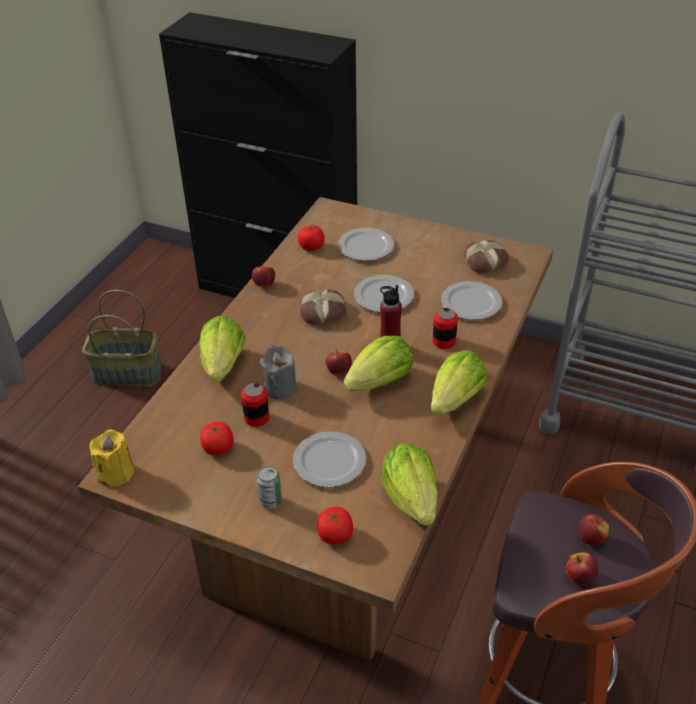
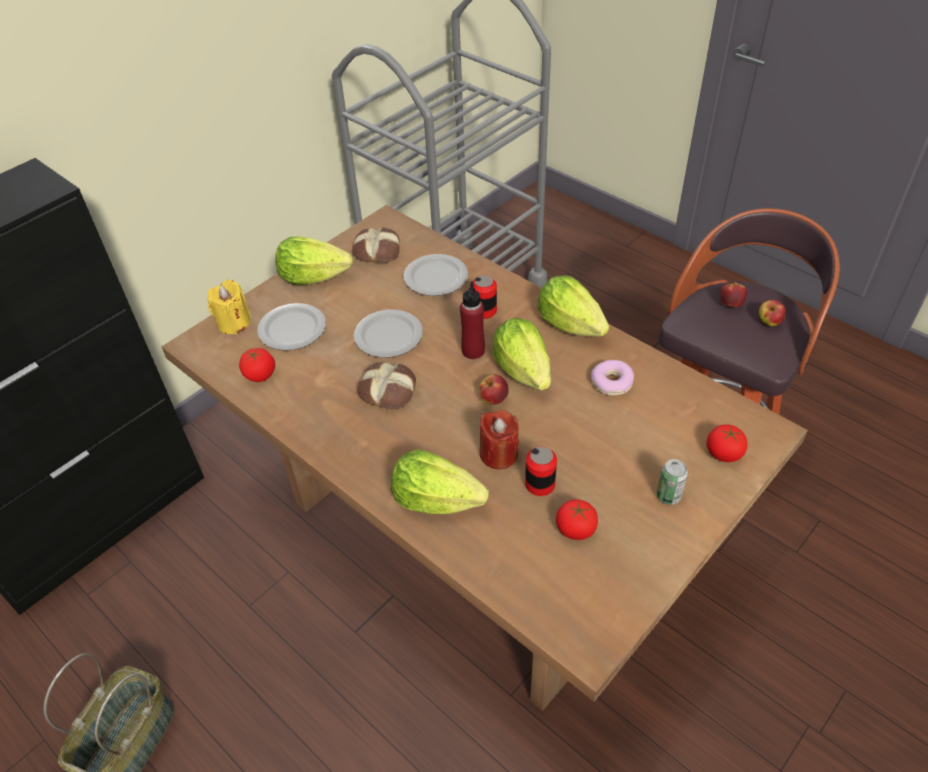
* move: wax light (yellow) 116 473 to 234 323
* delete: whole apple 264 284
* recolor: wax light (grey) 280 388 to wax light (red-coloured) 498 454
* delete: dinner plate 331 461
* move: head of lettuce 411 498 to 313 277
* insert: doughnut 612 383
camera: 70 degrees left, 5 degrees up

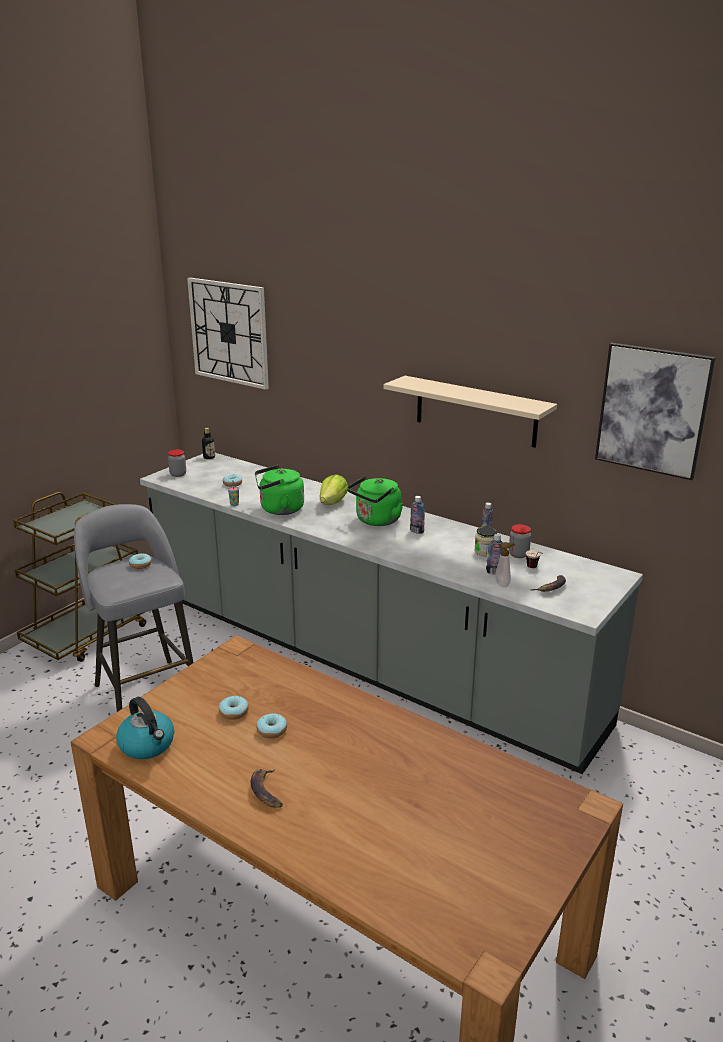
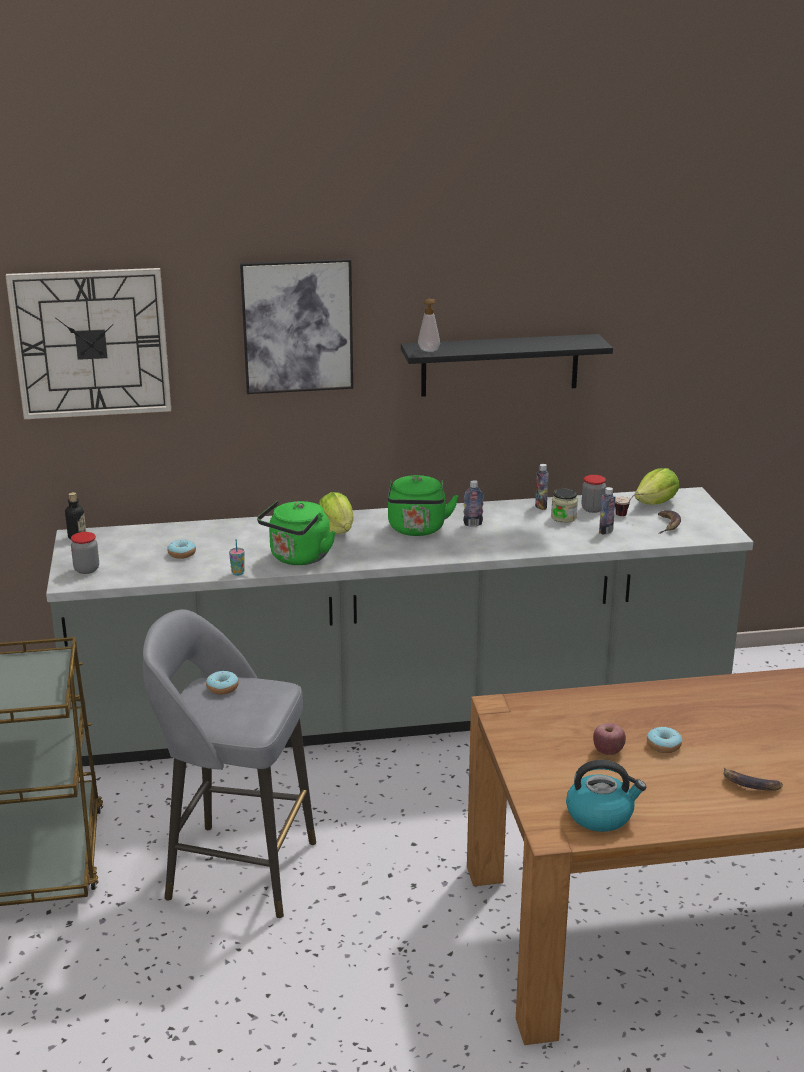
* replace: doughnut 234 712 to whole apple 608 751
* recolor: shelf (beige) 475 411 to shelf (black) 499 365
* move: liquid soap bottle 503 584 to 429 350
* move: wall picture 652 410 to 297 326
* insert: head of lettuce 656 503
camera: 45 degrees left, 0 degrees up

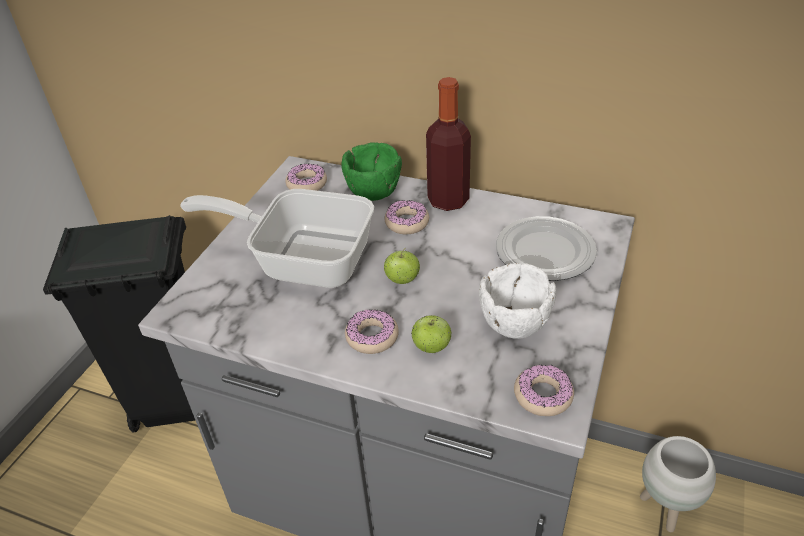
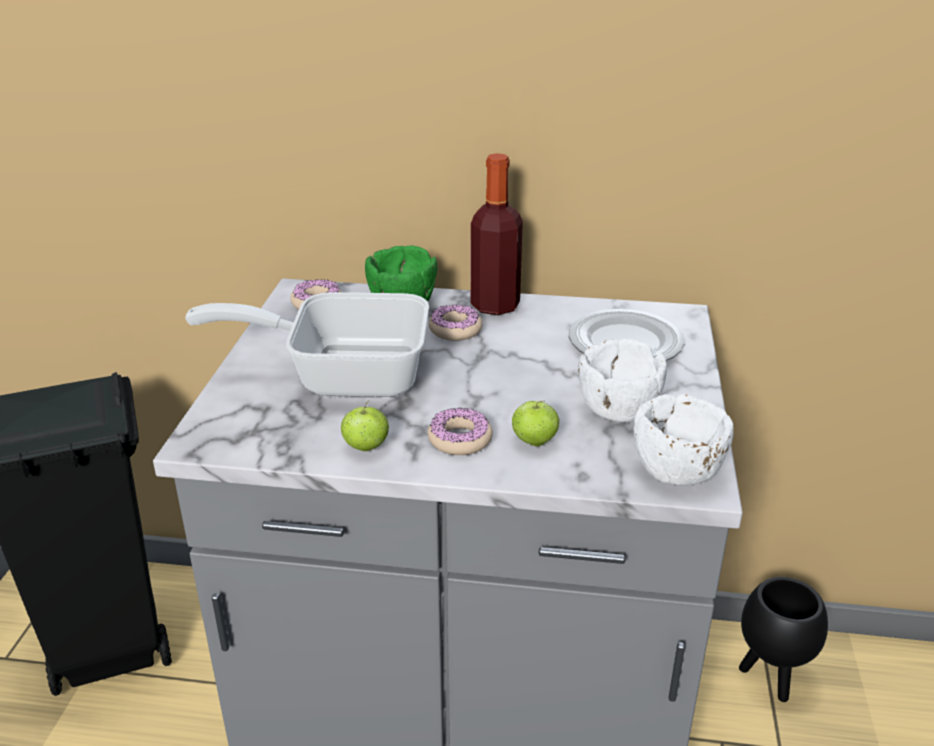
* move: whole apple 402 280 to 366 447
* replace: doughnut 543 395 to deep dish (white) 678 471
* recolor: plant pot (white) 664 509 to plant pot (black) 770 678
camera: 15 degrees left, 10 degrees down

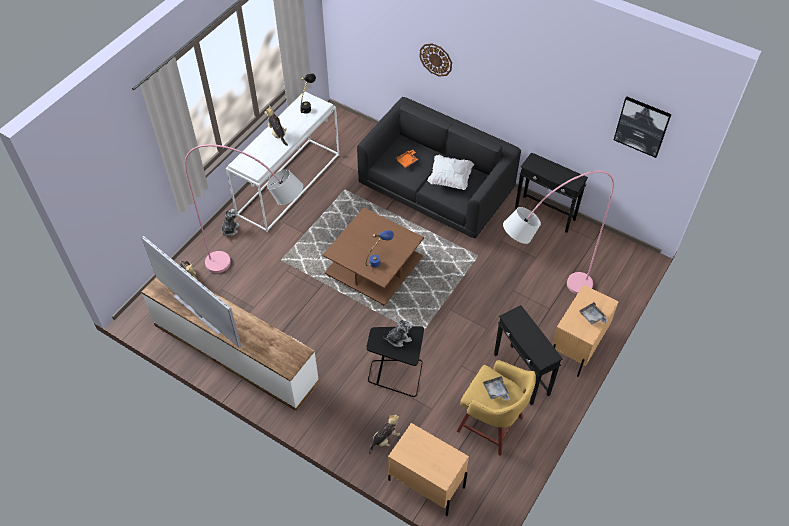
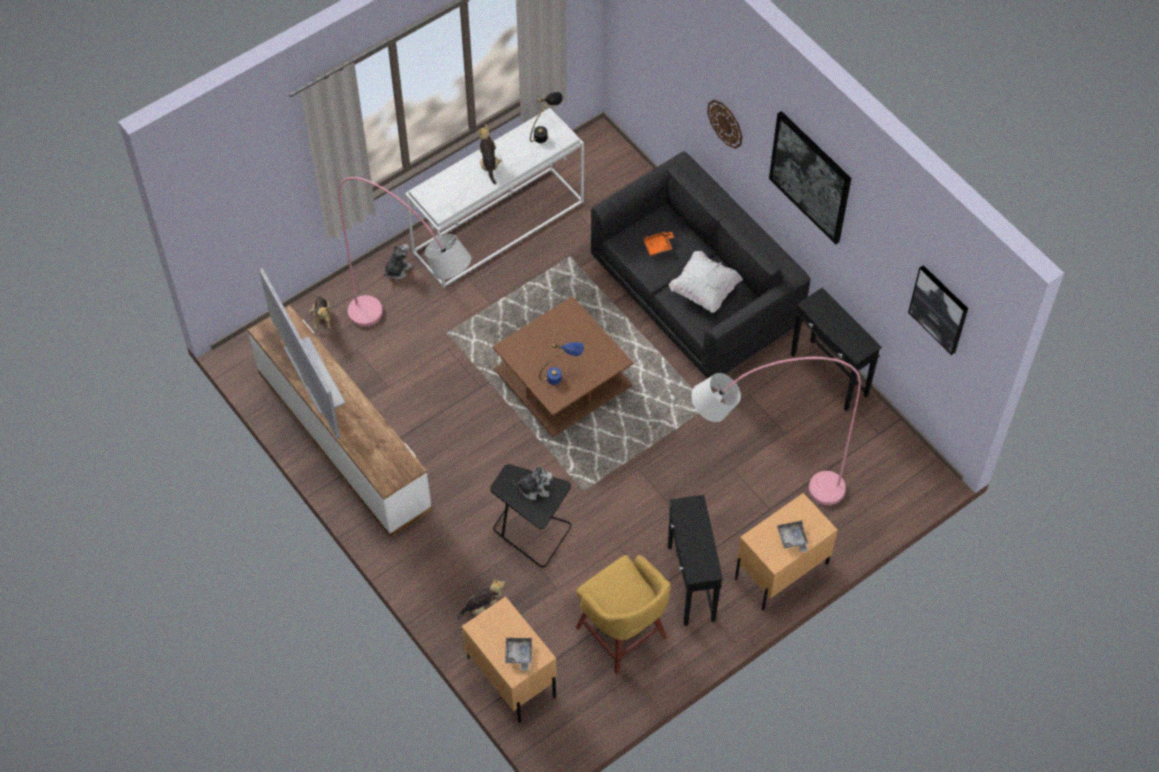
* move: tray (grey) 496 391 to 519 655
* insert: wall picture 810 177
camera: 20 degrees right, 5 degrees up

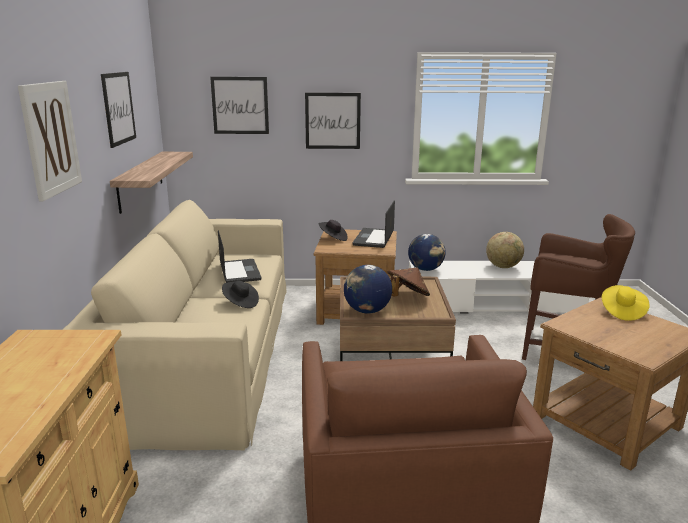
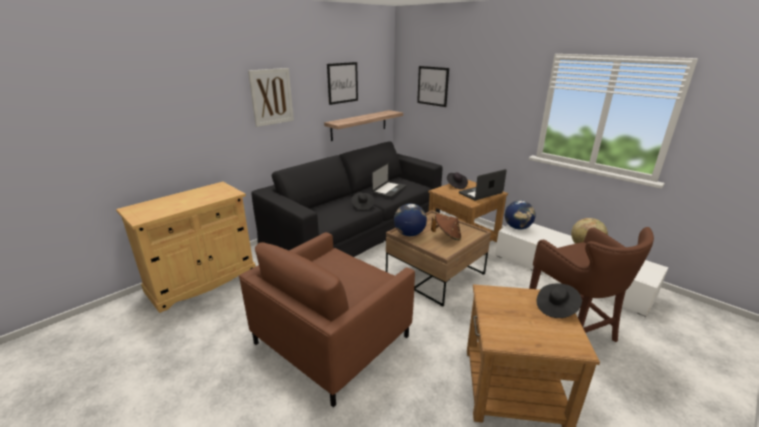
* recolor: settee (beige) 205 350 to settee (black) 356 227
* delete: wall picture 332 121
* recolor: clothing hat (yellow) 622 312 to clothing hat (black) 556 308
camera: 45 degrees right, 5 degrees up

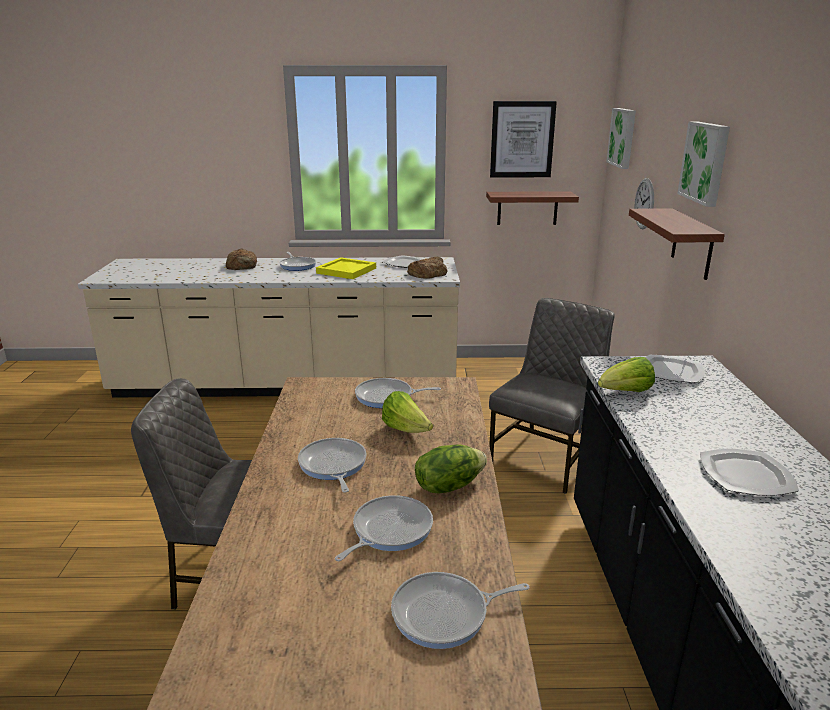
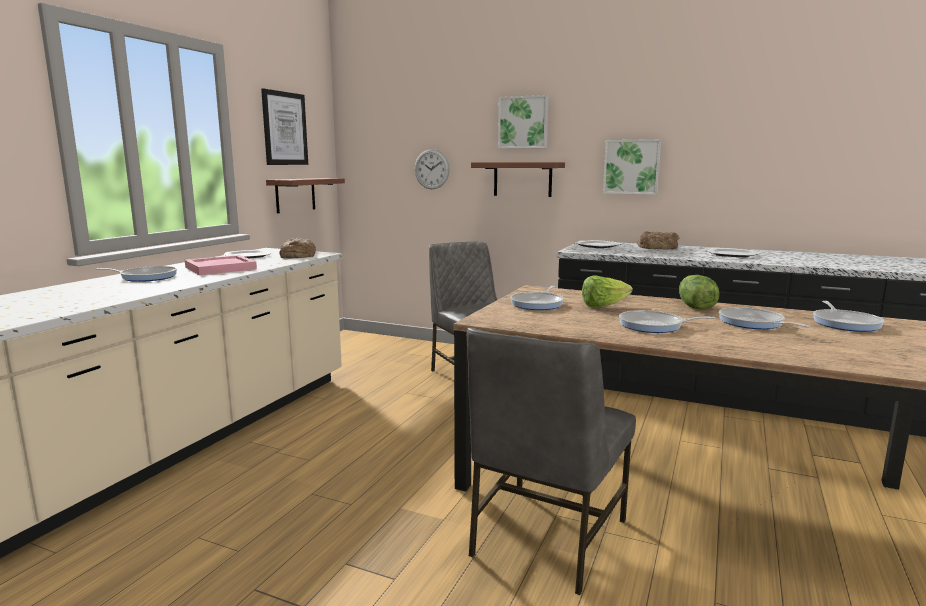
* move: baked bread 242 265 to 658 247
* recolor: tray (yellow) 346 271 to tray (pinkish) 222 268
* delete: head of lettuce 625 393
* move: wall picture 623 137 to 631 167
camera: 65 degrees left, 10 degrees down

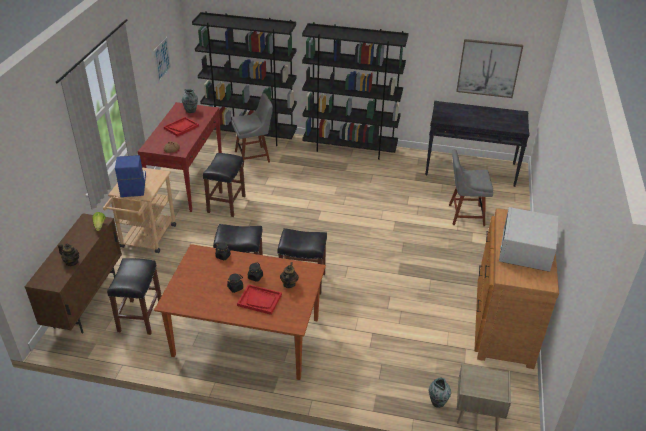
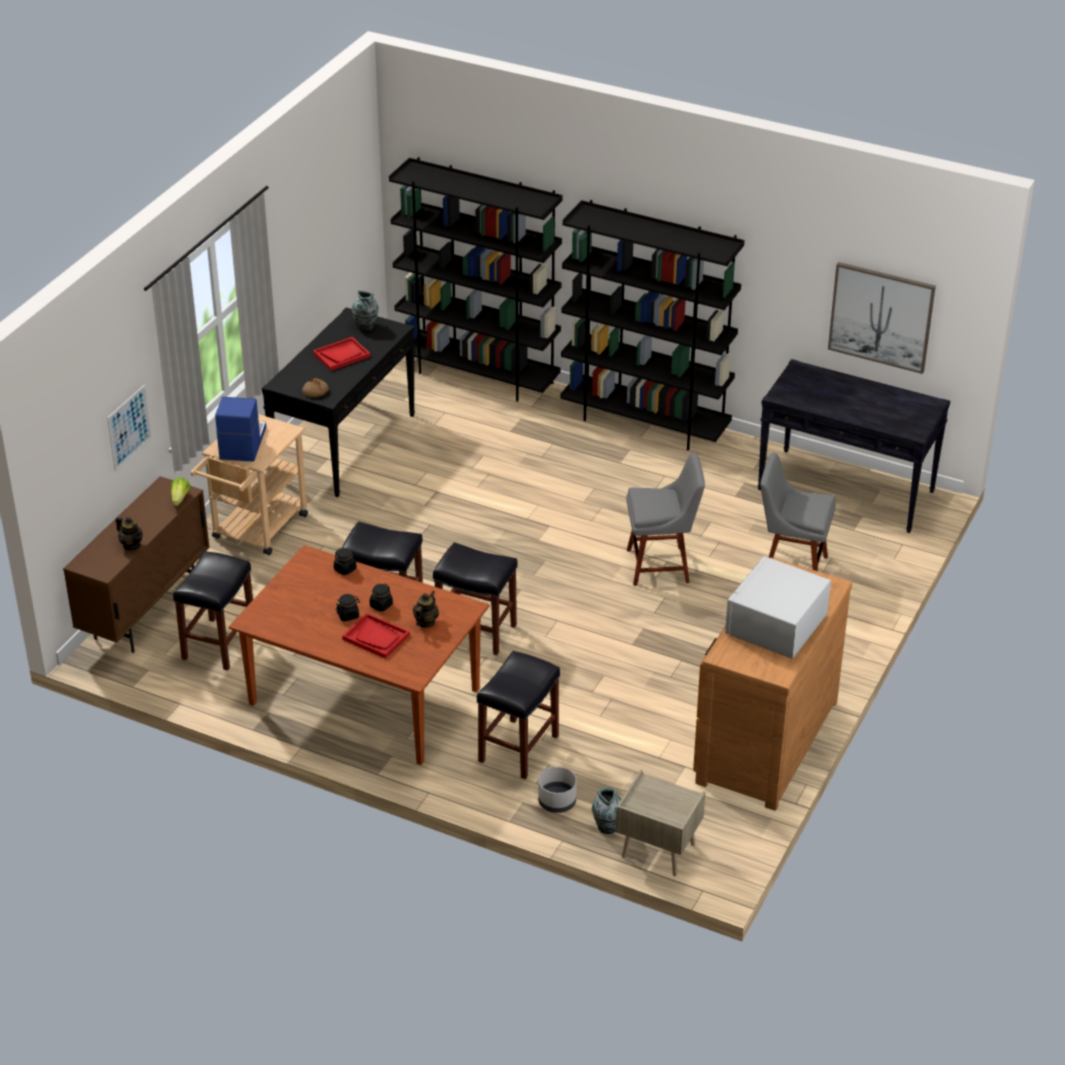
* recolor: console table (red-coloured) 187 182 to console table (black) 345 445
* move: wall picture 162 59 to 129 427
* move: sitting stool (black) 226 204 to 518 749
* move: plain chair (grey) 254 156 to 662 565
* insert: plant pot (grey) 557 802
camera: 15 degrees right, 0 degrees up

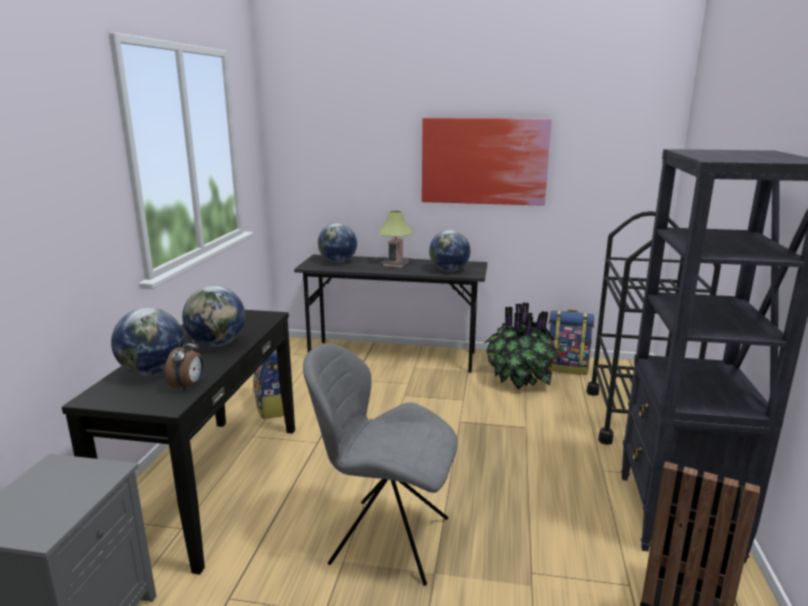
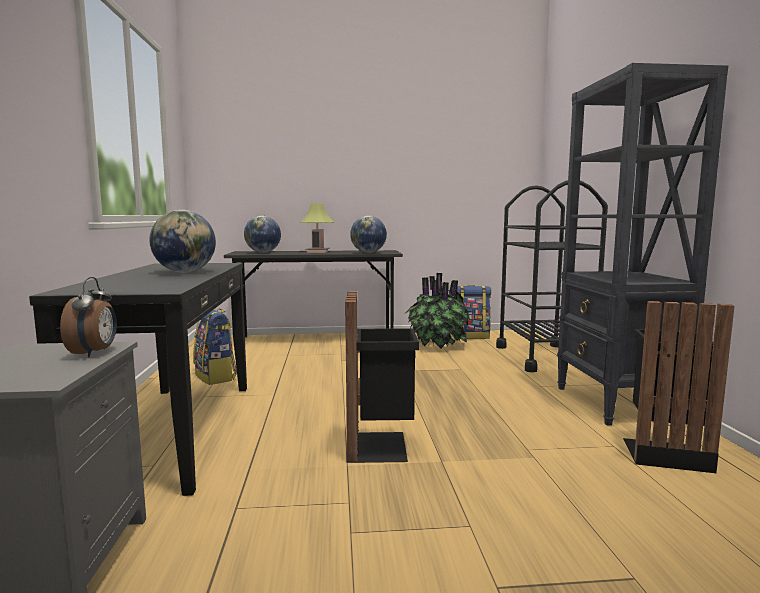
* delete: desk globe 152 372
* move: table clock 188 386 to 94 353
* replace: plain chair (grey) 385 539 to rubbish bin (black) 380 446
* delete: wall picture 484 161
camera: 15 degrees left, 10 degrees down

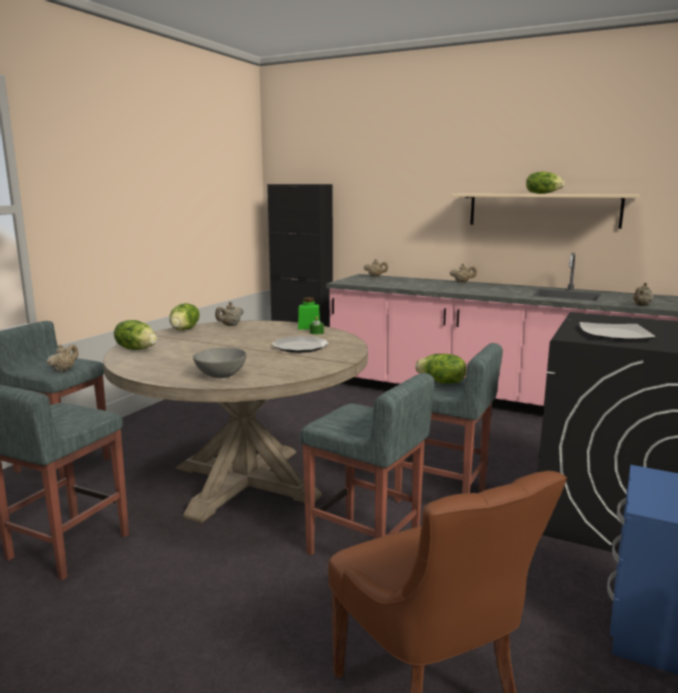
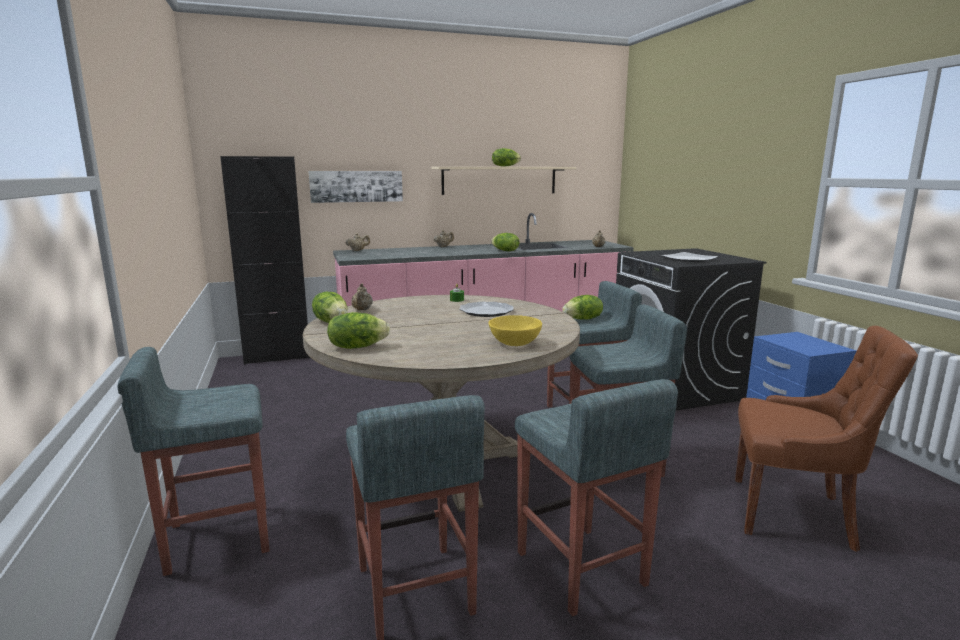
* delete: tea pot (beige) 64 370
* recolor: deep dish (grey) 220 375 to deep dish (yellow) 515 343
* delete: preserve jar (green-coloured) 309 327
* insert: wall picture 356 186
* insert: head of lettuce 505 251
* insert: sitting stool (grey) 581 569
camera: 45 degrees left, 0 degrees up

